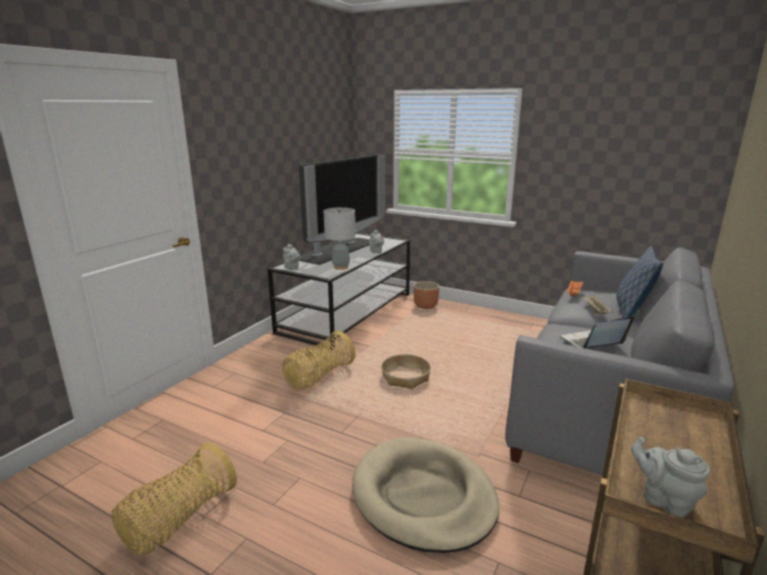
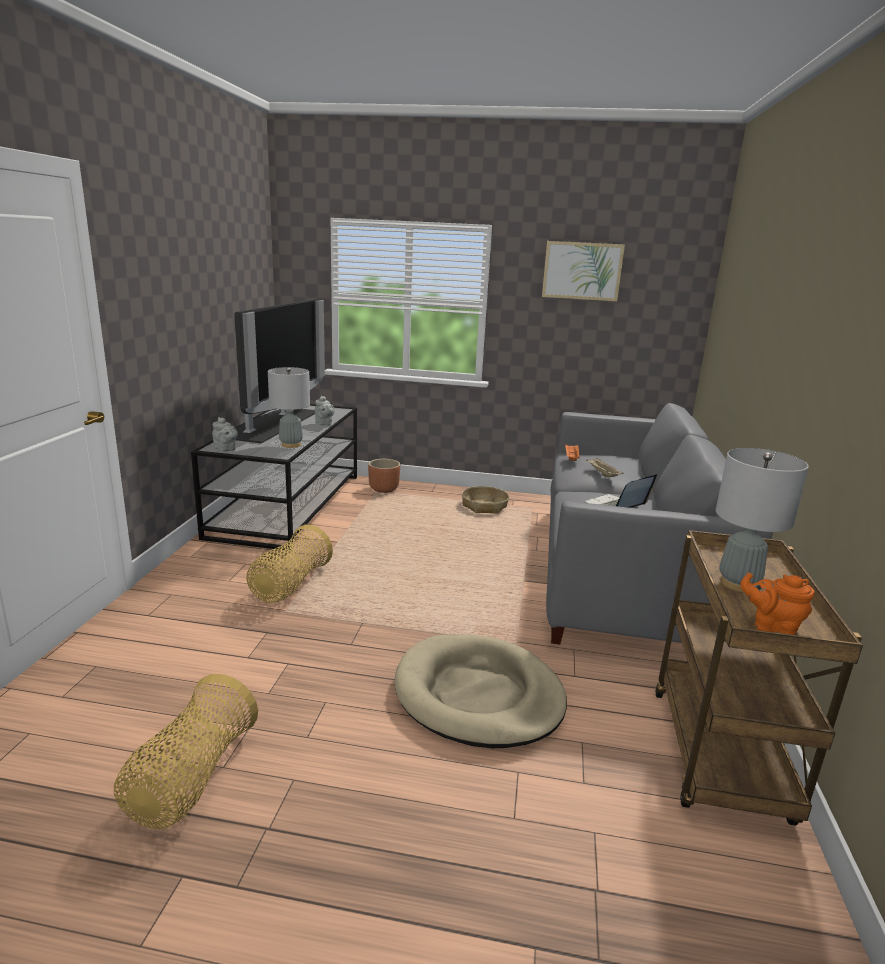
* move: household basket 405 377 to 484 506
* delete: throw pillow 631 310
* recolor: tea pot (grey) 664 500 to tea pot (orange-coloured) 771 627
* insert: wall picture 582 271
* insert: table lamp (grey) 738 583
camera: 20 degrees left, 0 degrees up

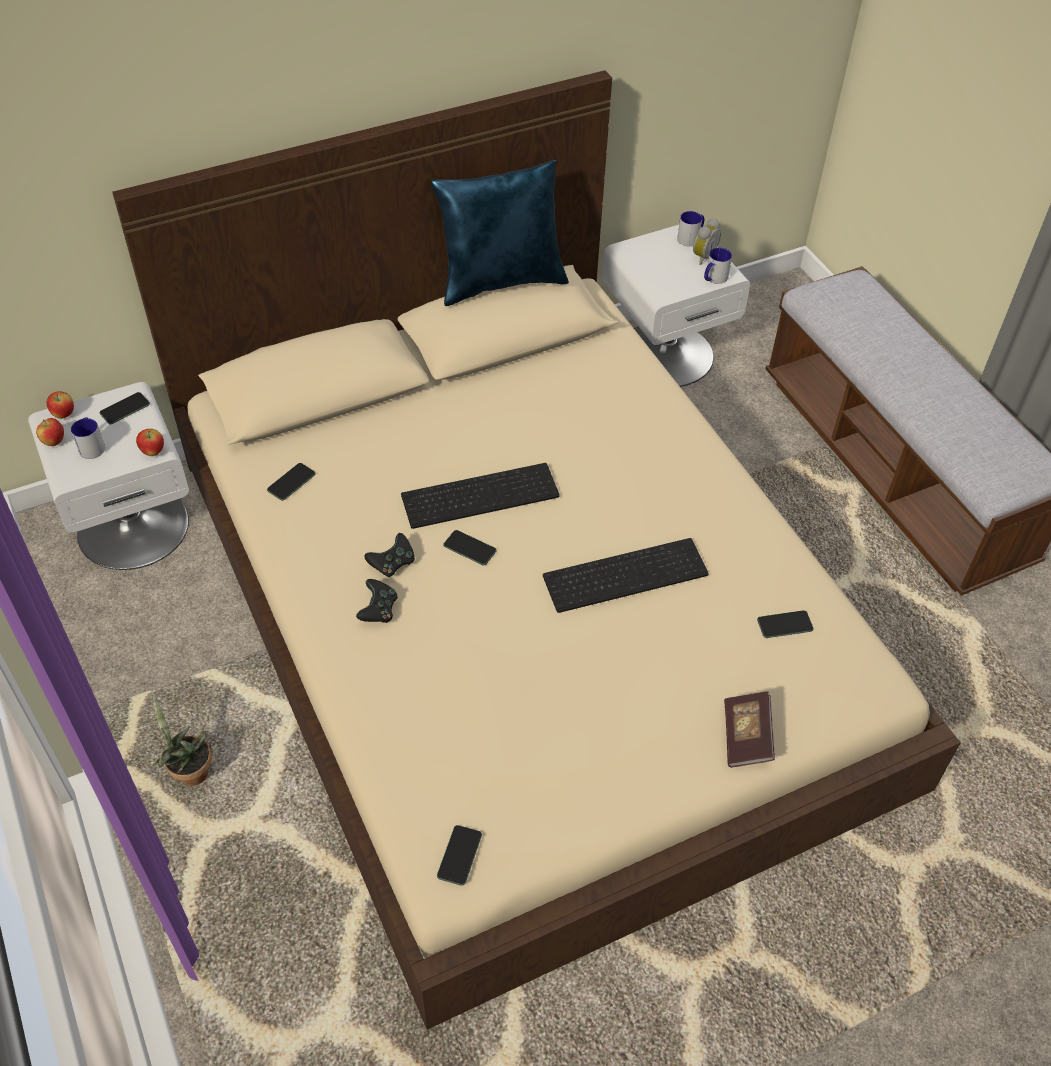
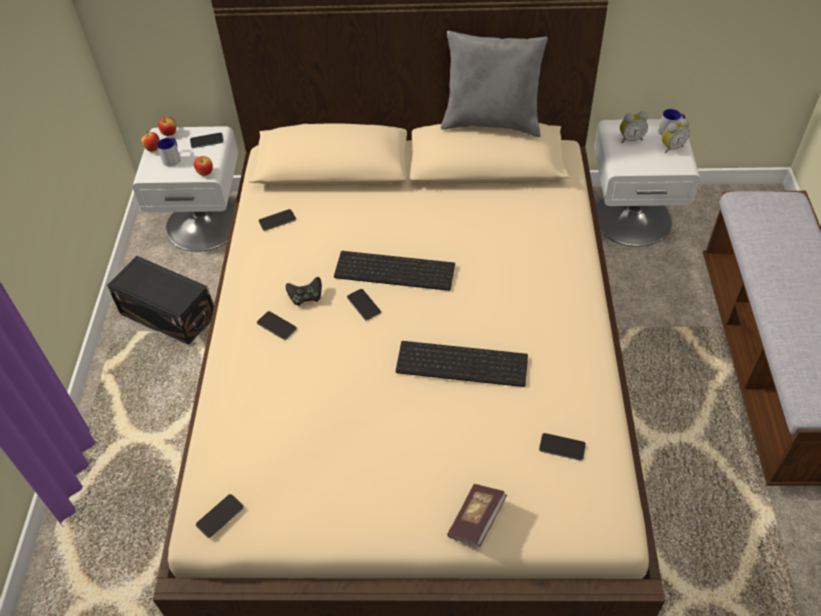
* delete: potted plant 190 772
* replace: gamepad (black) 378 610 to phone 276 326
* recolor: throw pillow (bluish) 501 281 to throw pillow (grey) 492 122
* delete: mug 714 278
* insert: storage bin (black) 168 313
* insert: table clock 630 139
camera: 30 degrees right, 0 degrees up

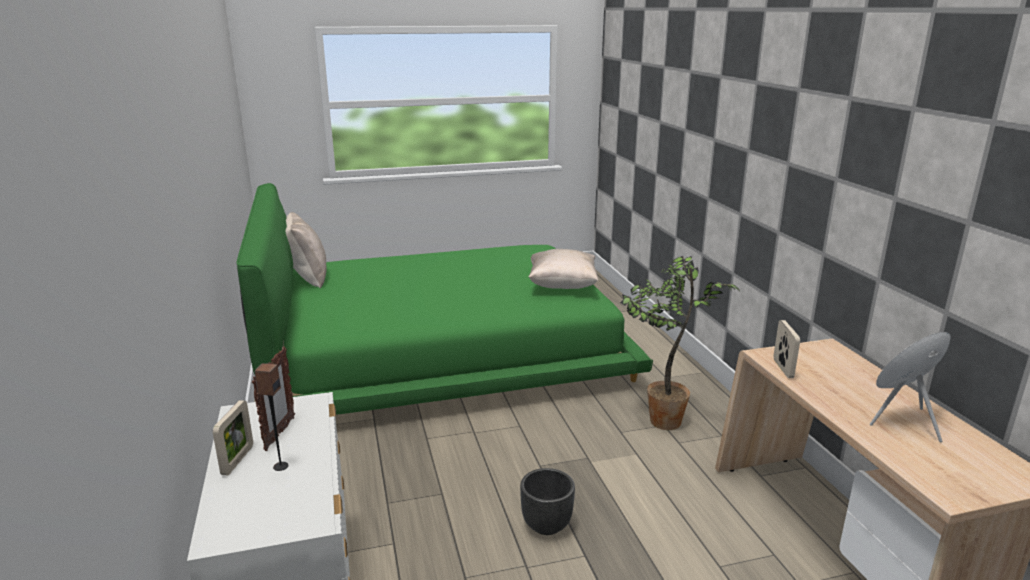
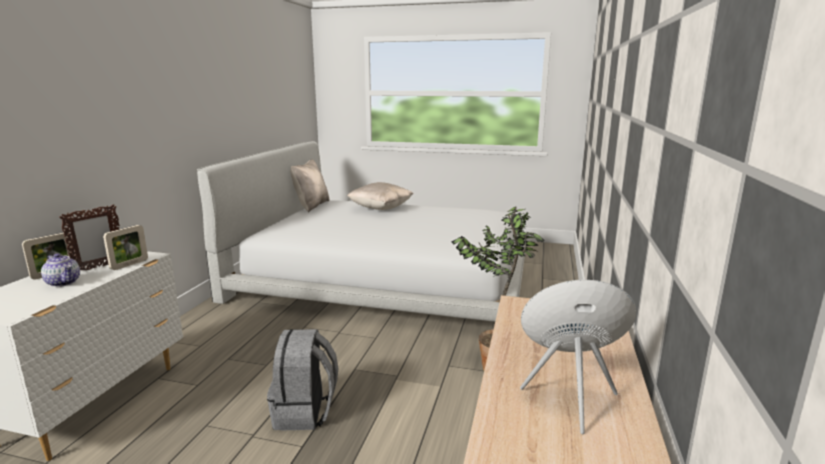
* recolor: bedroom bed (green-coloured) 440 349 to bedroom bed (white) 385 275
* replace: loudspeaker 280 466 to tea pot 64 282
* replace: plant pot (black) 547 525 to rucksack (grey) 305 412
* move: throw pillow (beige) 562 286 to 380 208
* move: standing frame 783 368 to 129 264
camera: 30 degrees right, 5 degrees down

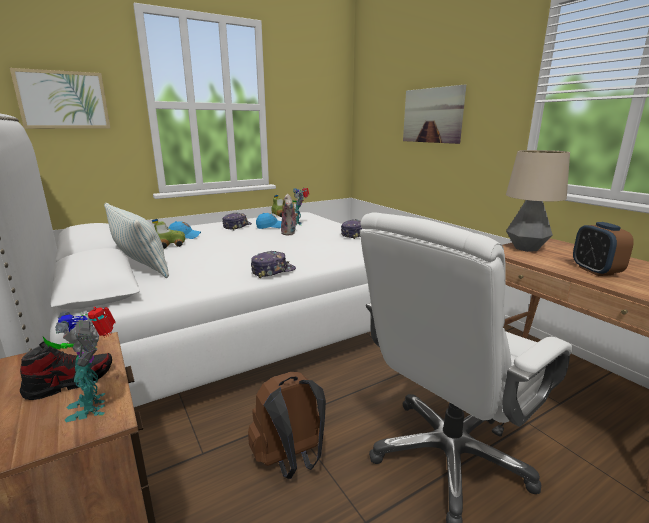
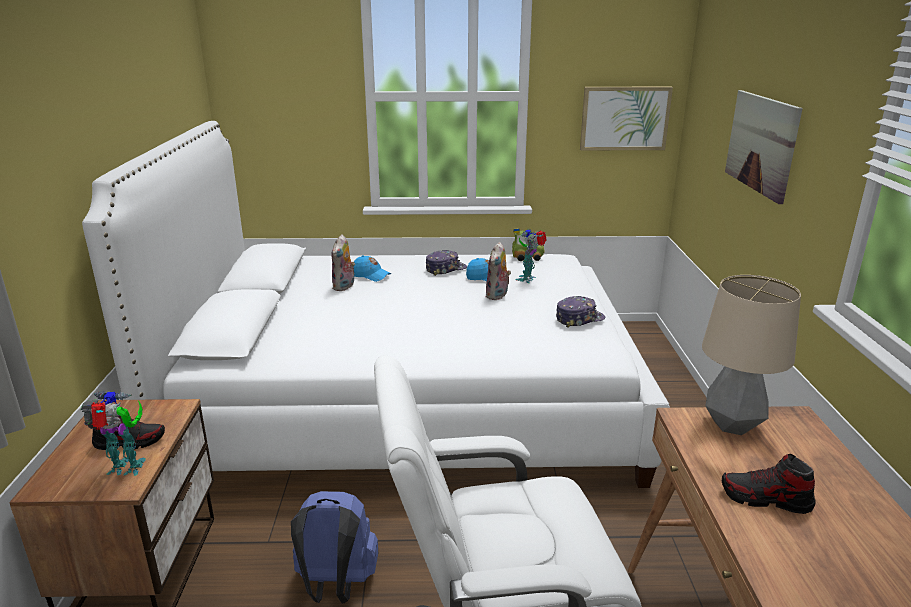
* move: wall picture 63 100 to 624 118
* rotate: toy robot 93 405 = 127 469 90 degrees clockwise
* delete: throw pillow 140 265
* replace: toy car 170 245 to plush toy 344 287
* recolor: rucksack (brownish) 290 460 to rucksack (bluish) 335 585
* delete: peaked cap 273 271
* replace: table clock 595 271 to low shoe 765 499
camera: 30 degrees right, 5 degrees up

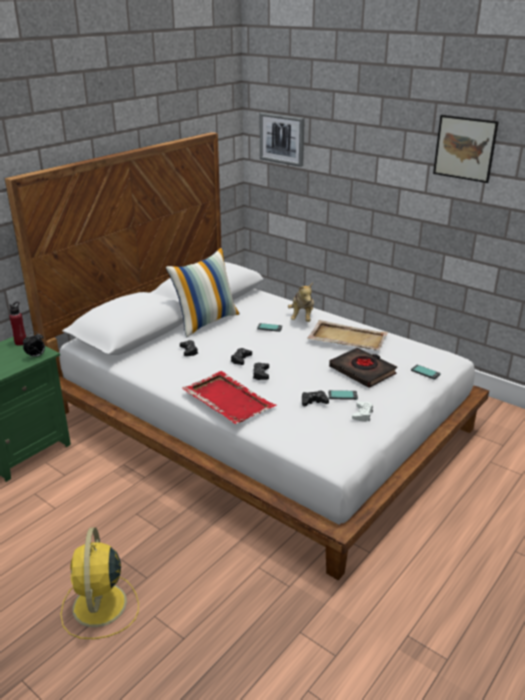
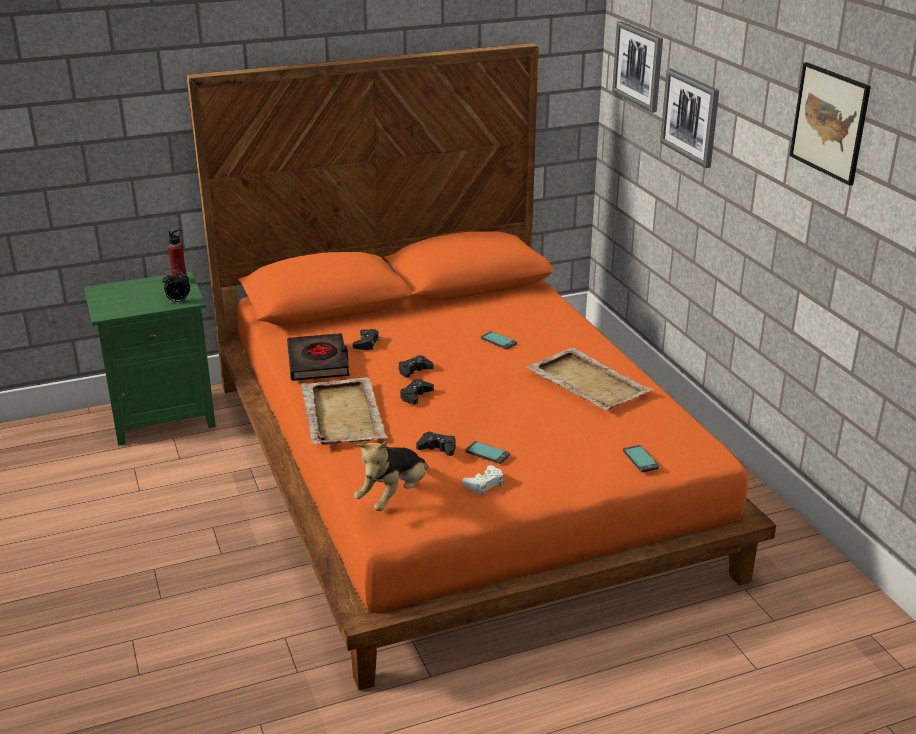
* recolor: bedroom bed (white) 262 421 to bedroom bed (orange-coloured) 459 472
* delete: electric fan (yellow) 99 607
* delete: throw pillow 206 321
* recolor: tray (red-coloured) 227 399 to tray (beige) 342 414
* move: plush toy 302 317 to 393 496
* move: bound book (black) 362 371 to 318 362
* insert: wall picture 691 117
camera: 30 degrees right, 0 degrees up

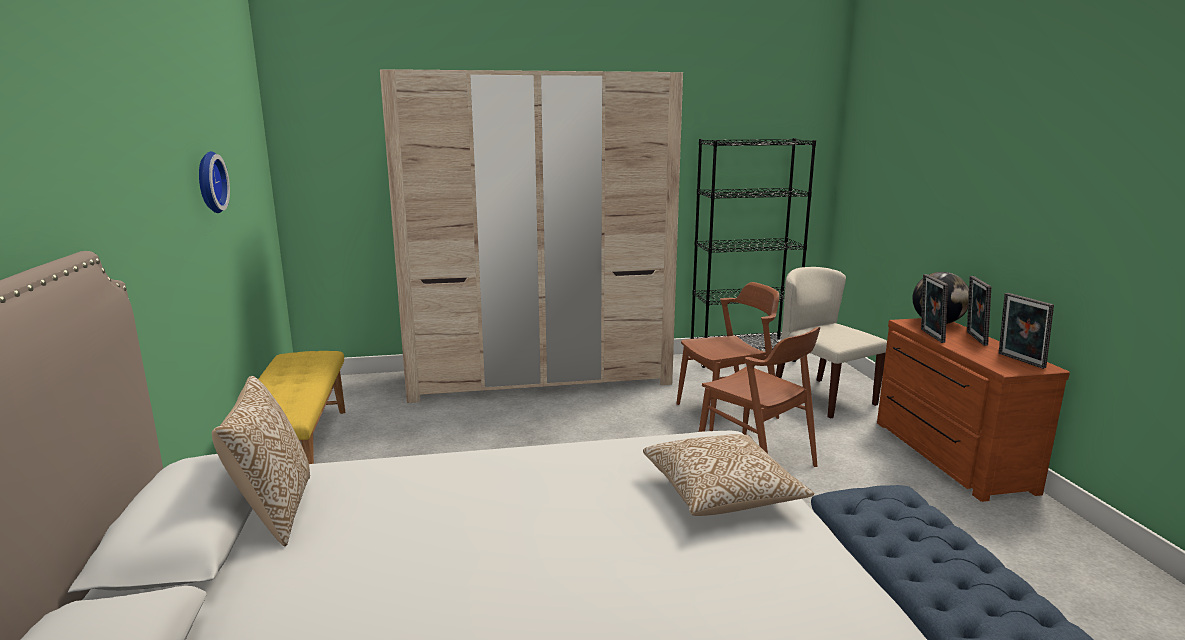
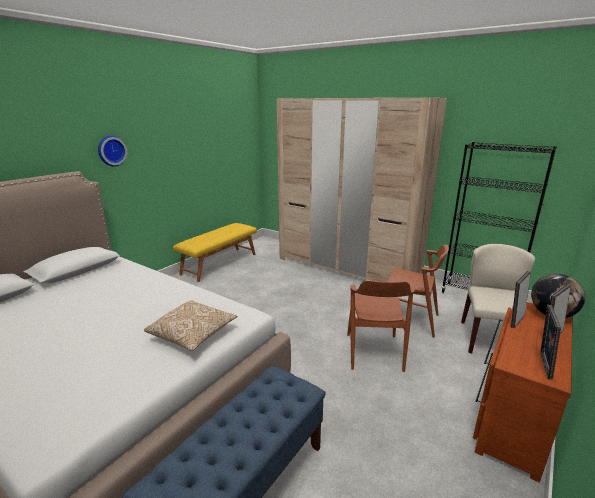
* move: clock on the wall 208 182 to 111 150
* delete: throw pillow 273 512
camera: 45 degrees right, 5 degrees up

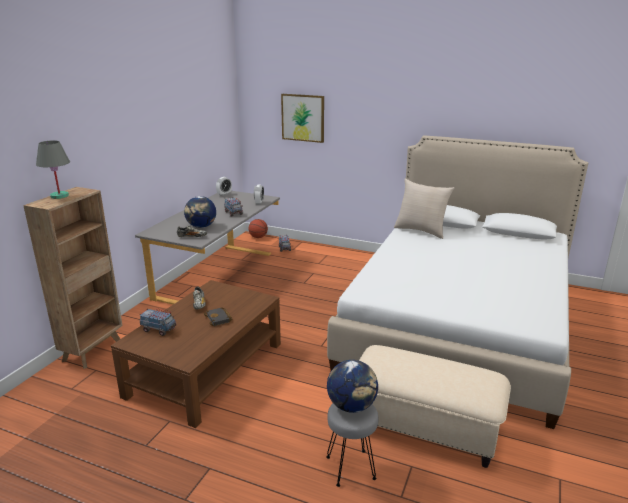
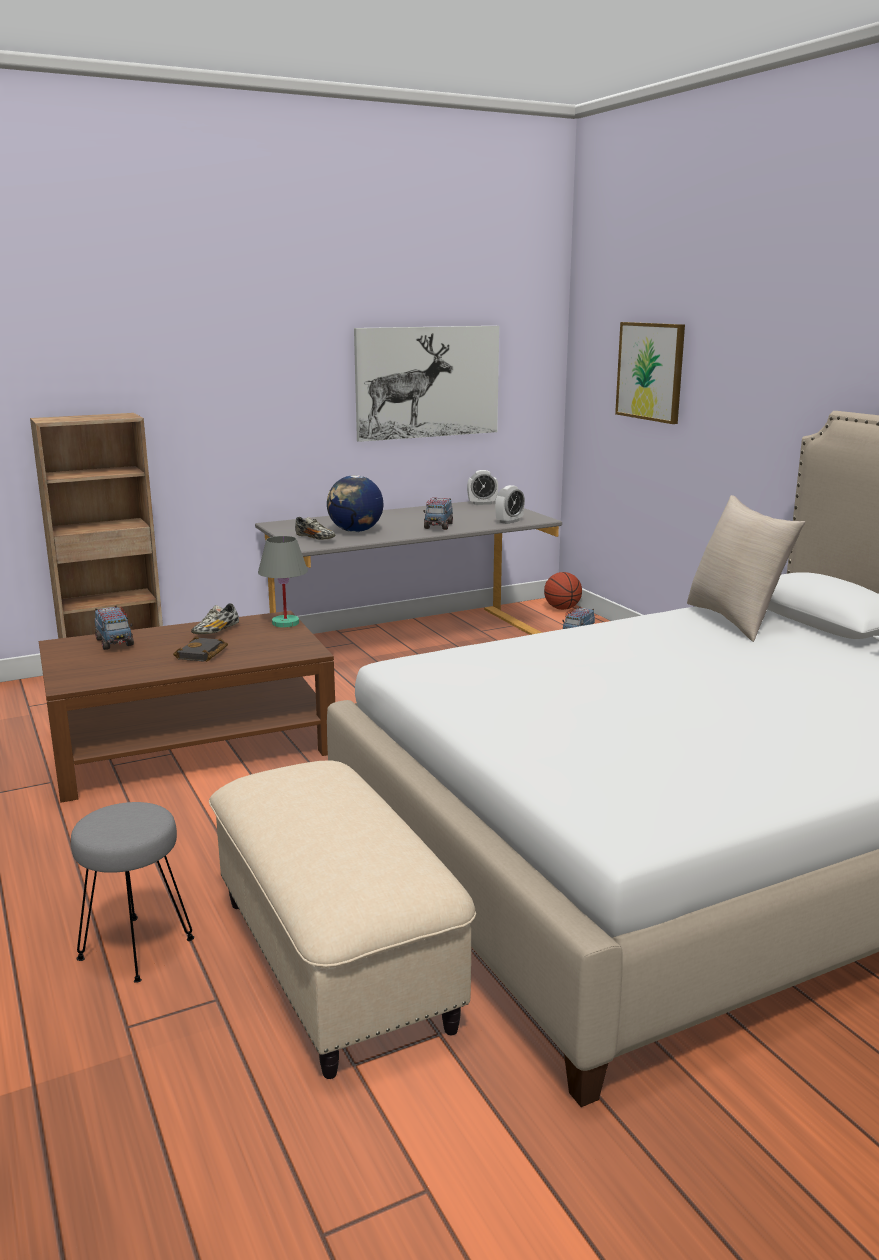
* move: table lamp (grey) 59 196 to 285 623
* delete: desk globe 352 406
* insert: wall picture 427 382
camera: 40 degrees right, 5 degrees down

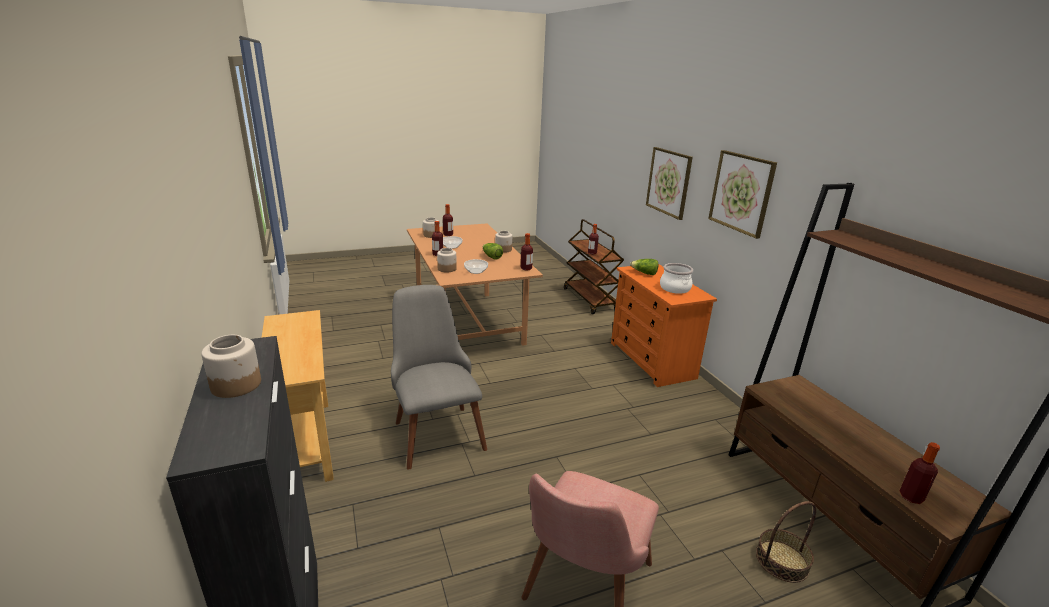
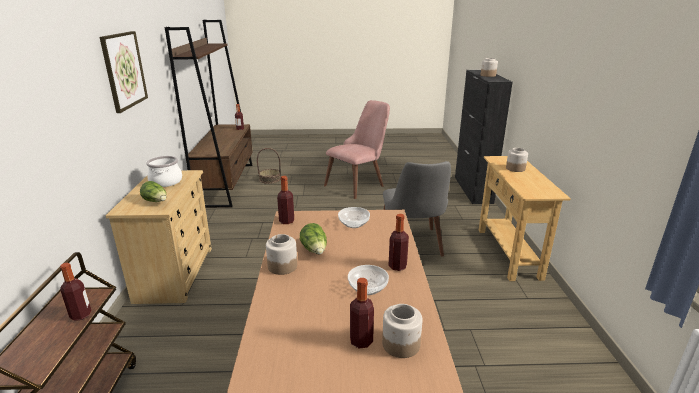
* move: preserve jar 447 269 to 515 168
* recolor: drawer chest (orange-coloured) 652 360 to drawer chest (beige) 175 273
* delete: wall picture 669 182
camera: 160 degrees left, 0 degrees up

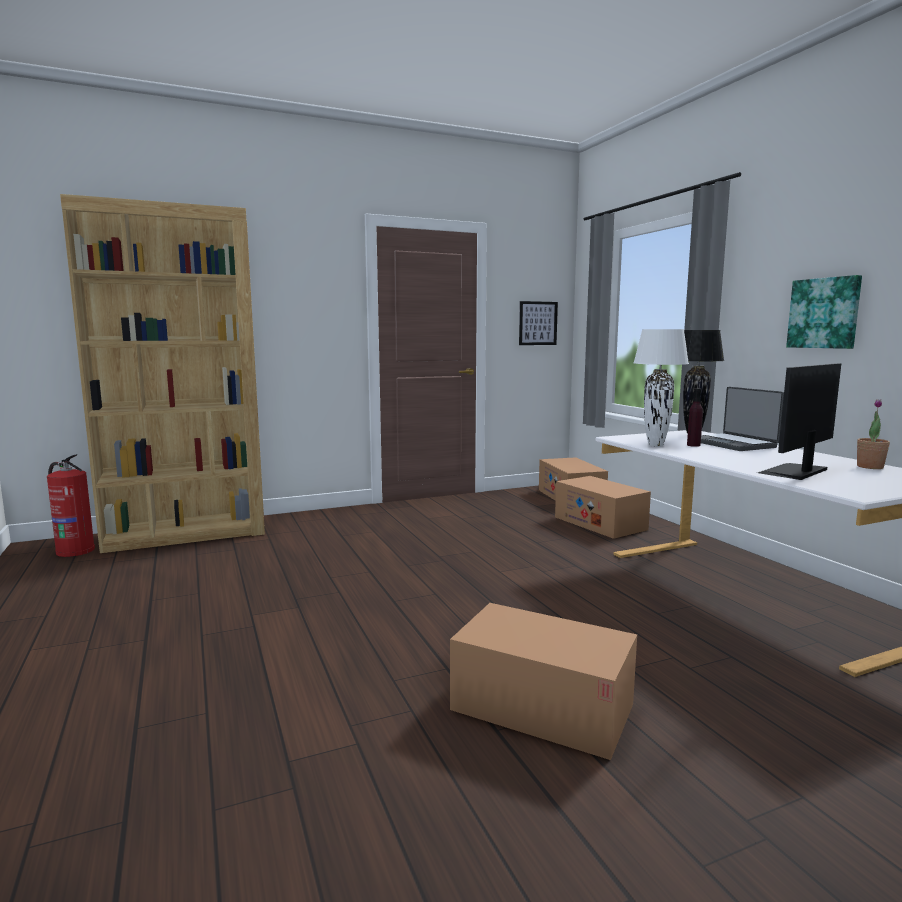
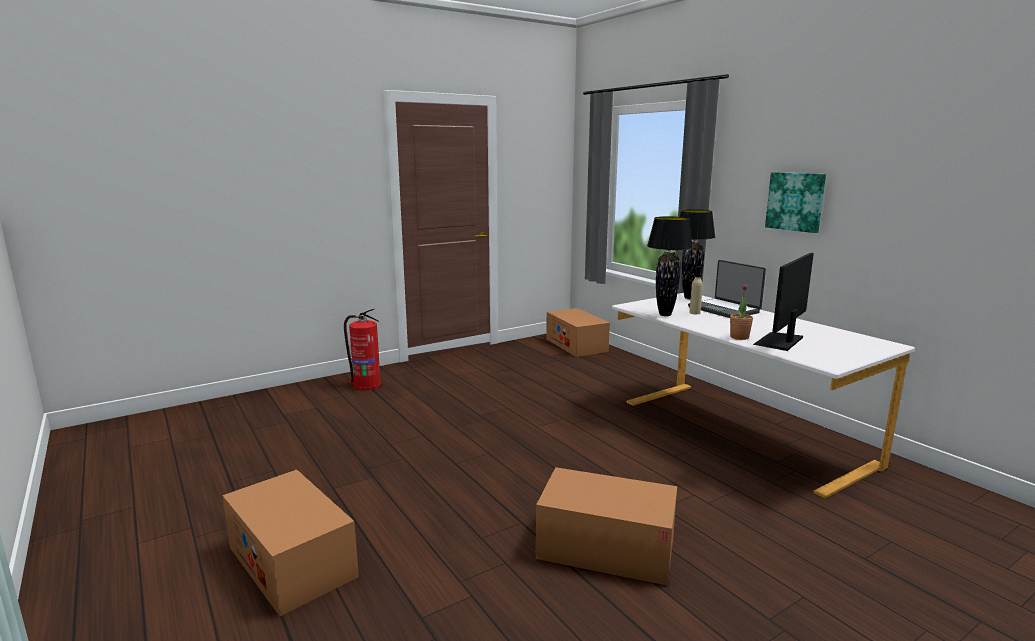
* move: fire extinguisher 74 550 to 366 385
* delete: shelving unit (brownish) 186 534
* delete: wall picture 538 323
* move: cardboard box 600 523 to 292 562
* recolor: table lamp (white) 655 445 to table lamp (black) 664 314
* recolor: bottle (purple-coloured) 693 445 to bottle (beige) 694 313
* move: potted plant 870 467 to 739 337
camera: 10 degrees left, 5 degrees up

